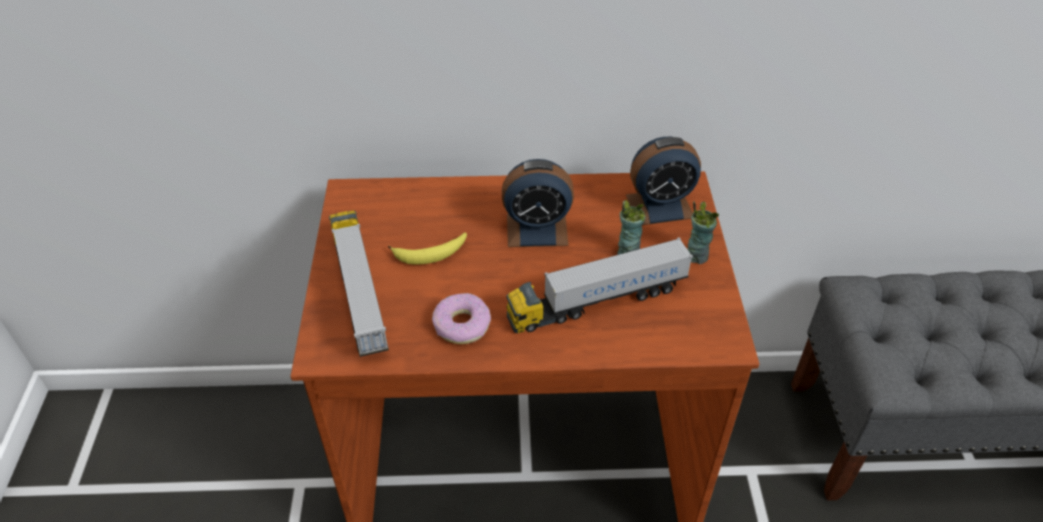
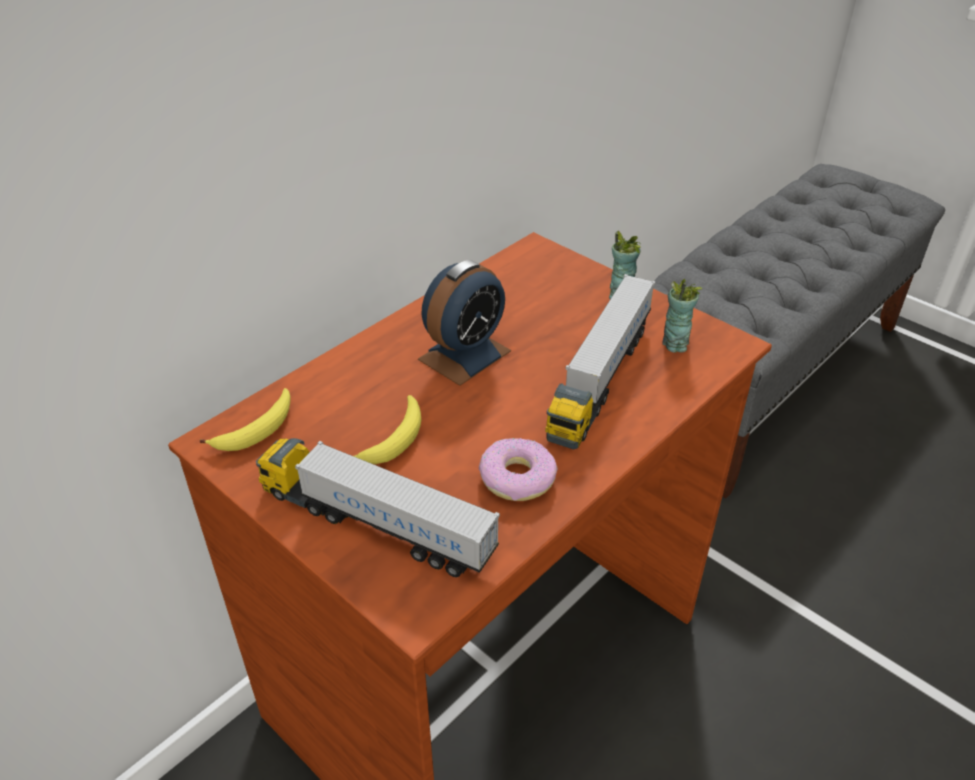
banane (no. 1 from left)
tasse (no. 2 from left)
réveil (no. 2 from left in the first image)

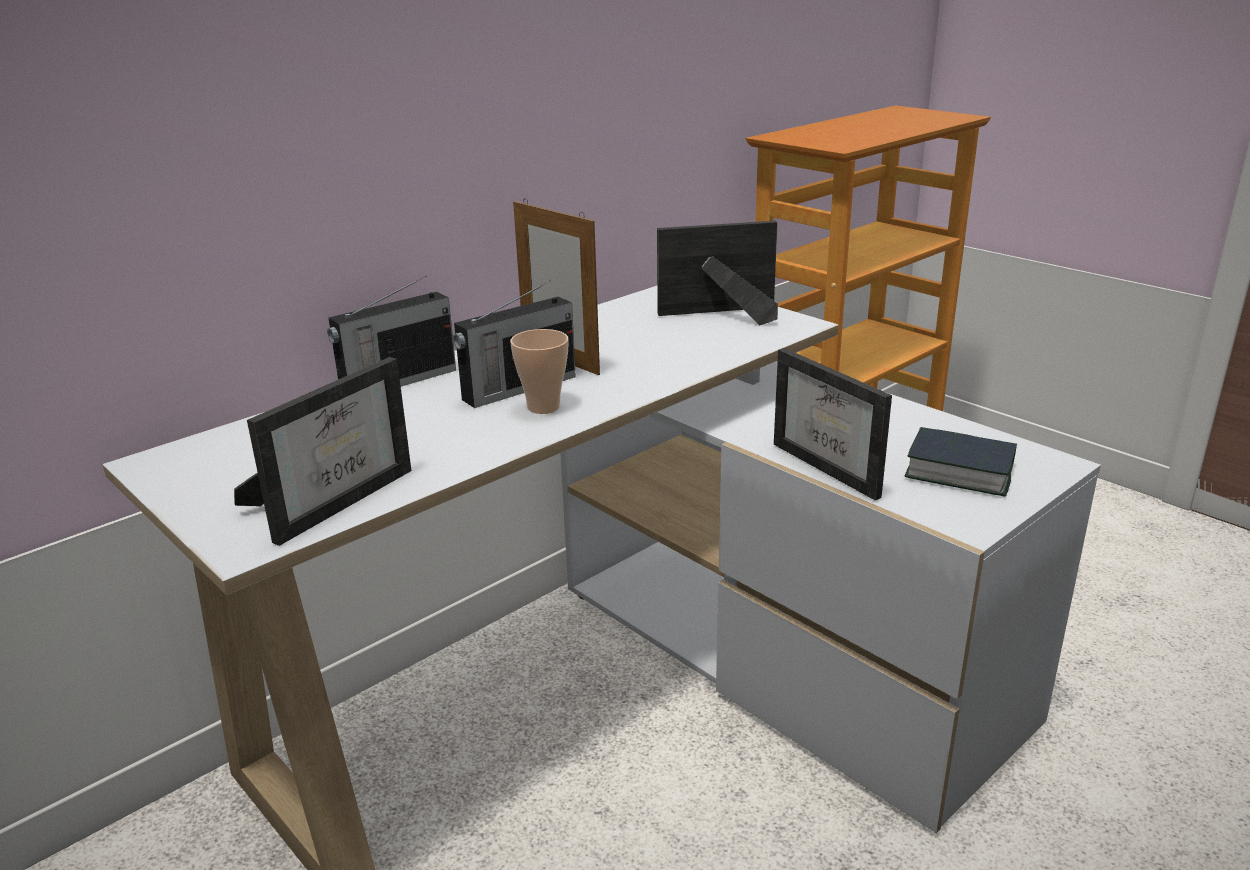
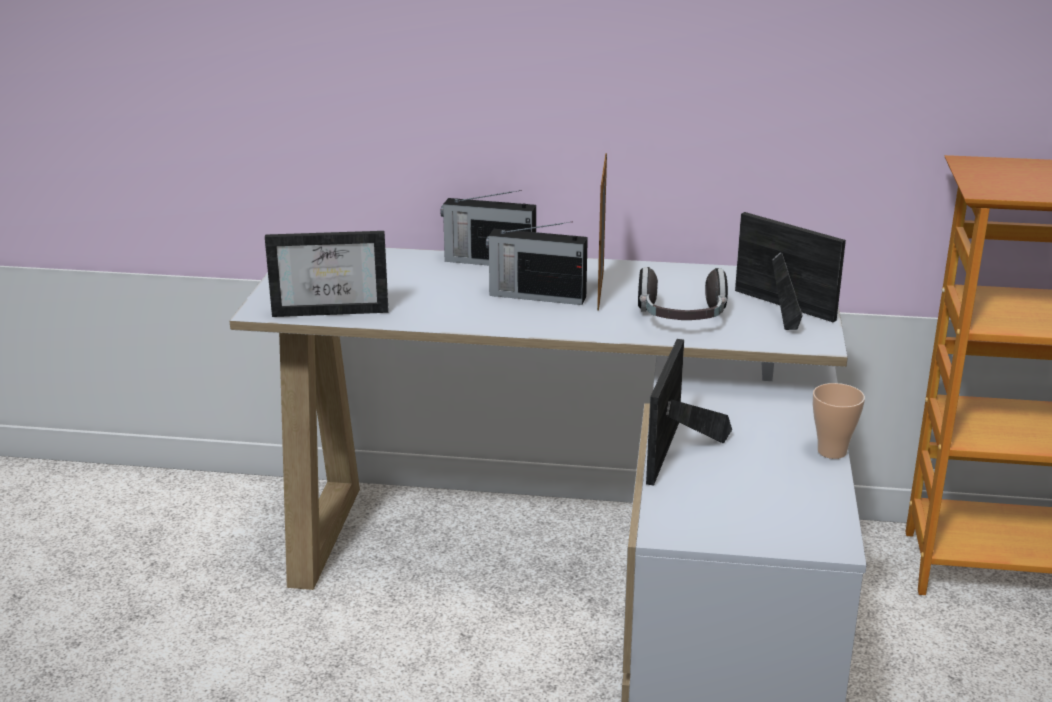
casque audio
tasse
livre

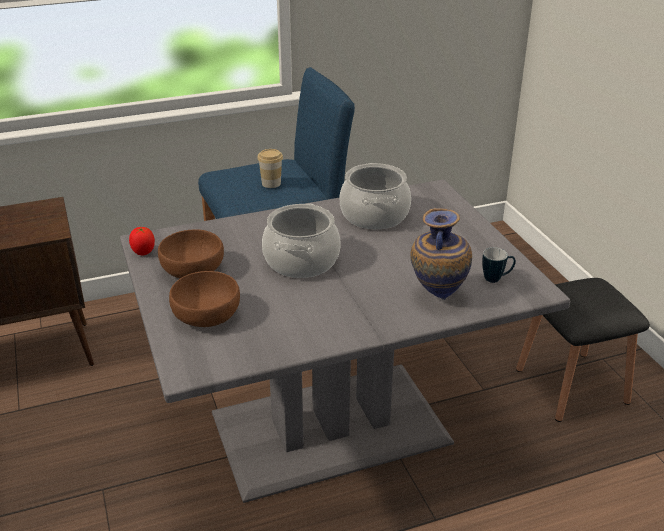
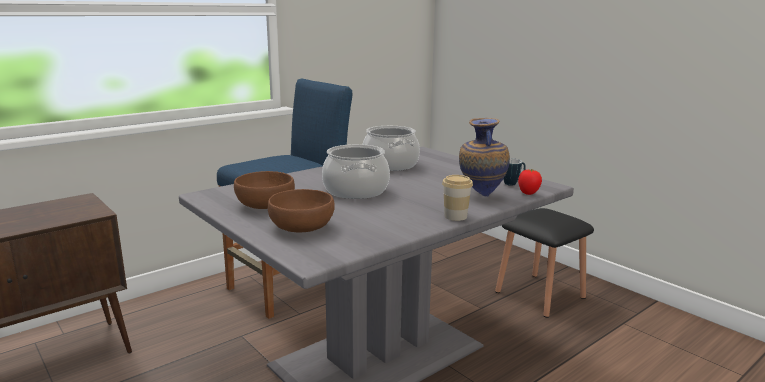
tasse
tomate

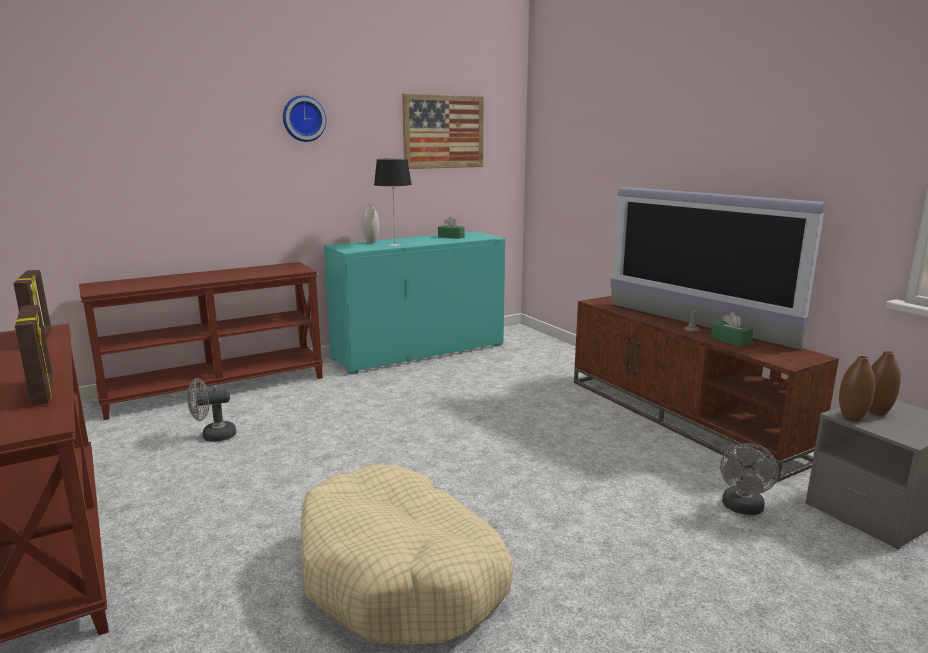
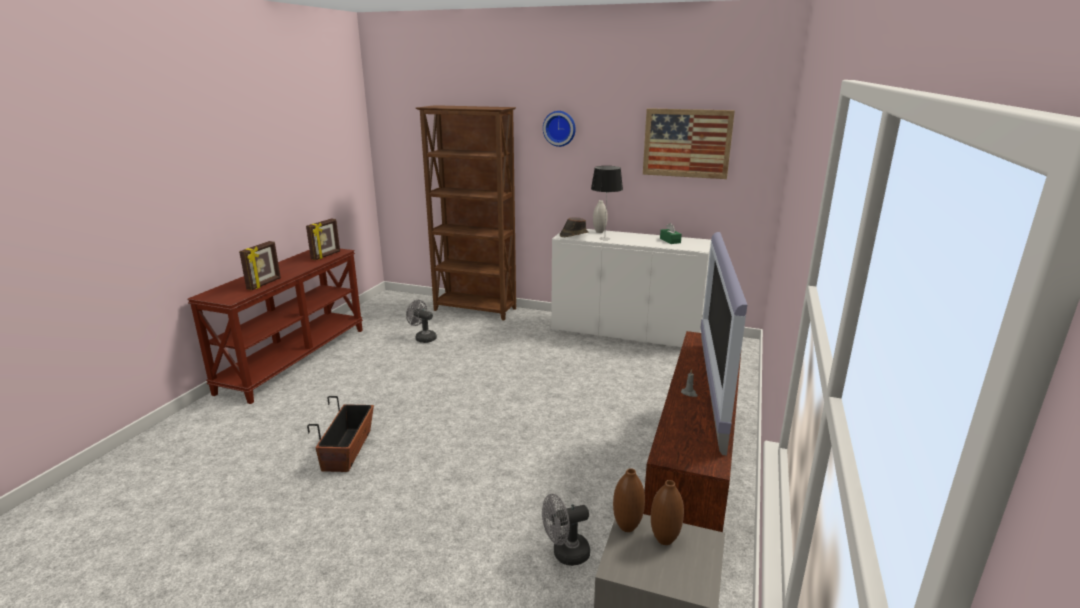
cache-pot
bibliothèque (marron)
meuble de rangement (blanc)
chapeau (marron)
boîte à mouchoirs (vert) (no. 2 from left in the first image)

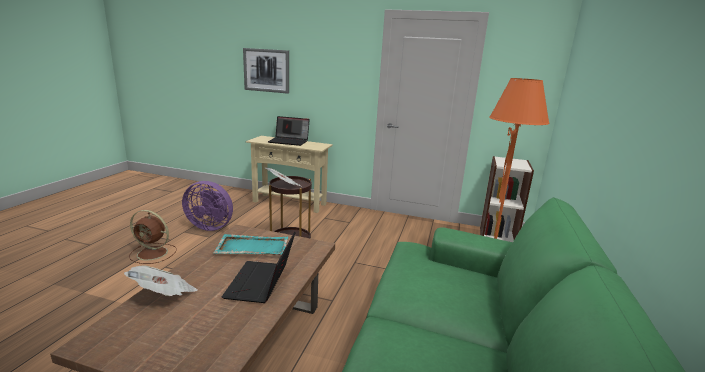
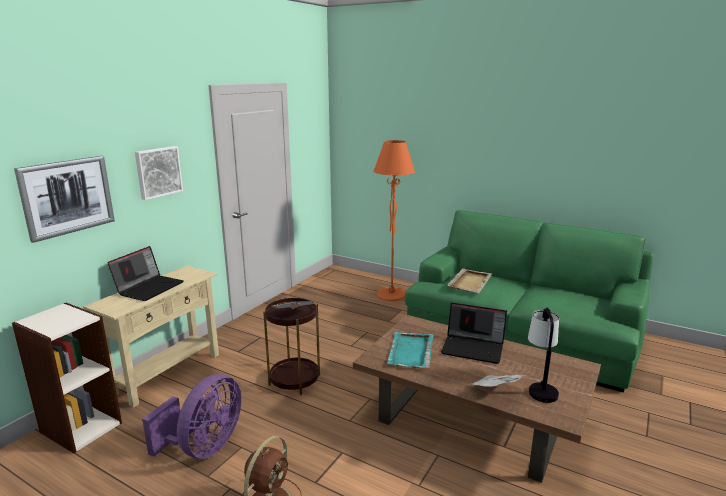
bibliothèque
tableau (no. 2 from left)
plateau (beige)
lampe de table

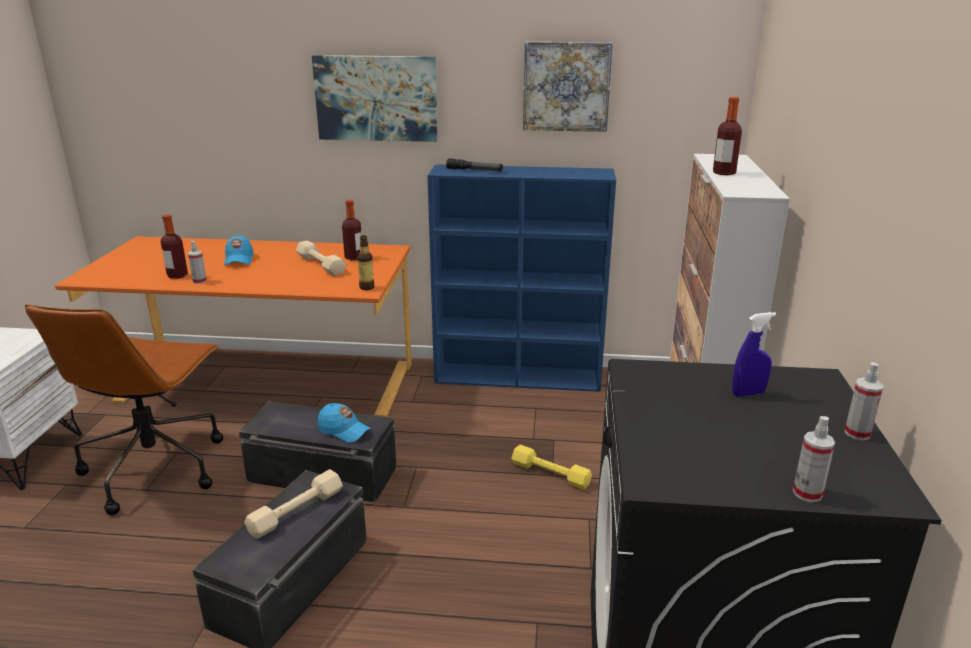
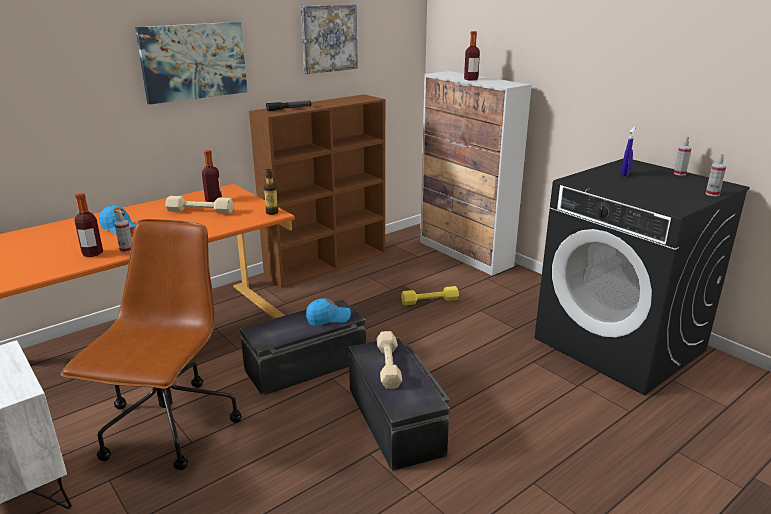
chaise de bureau (marron)
bibliothèque (marron)

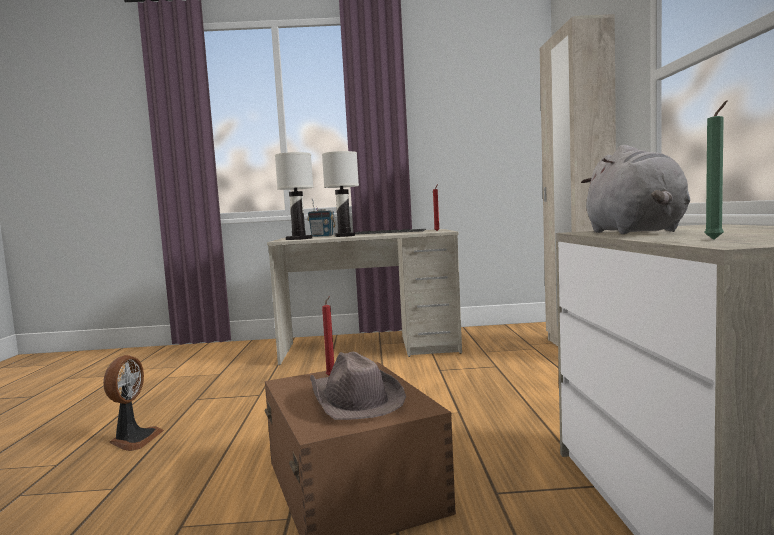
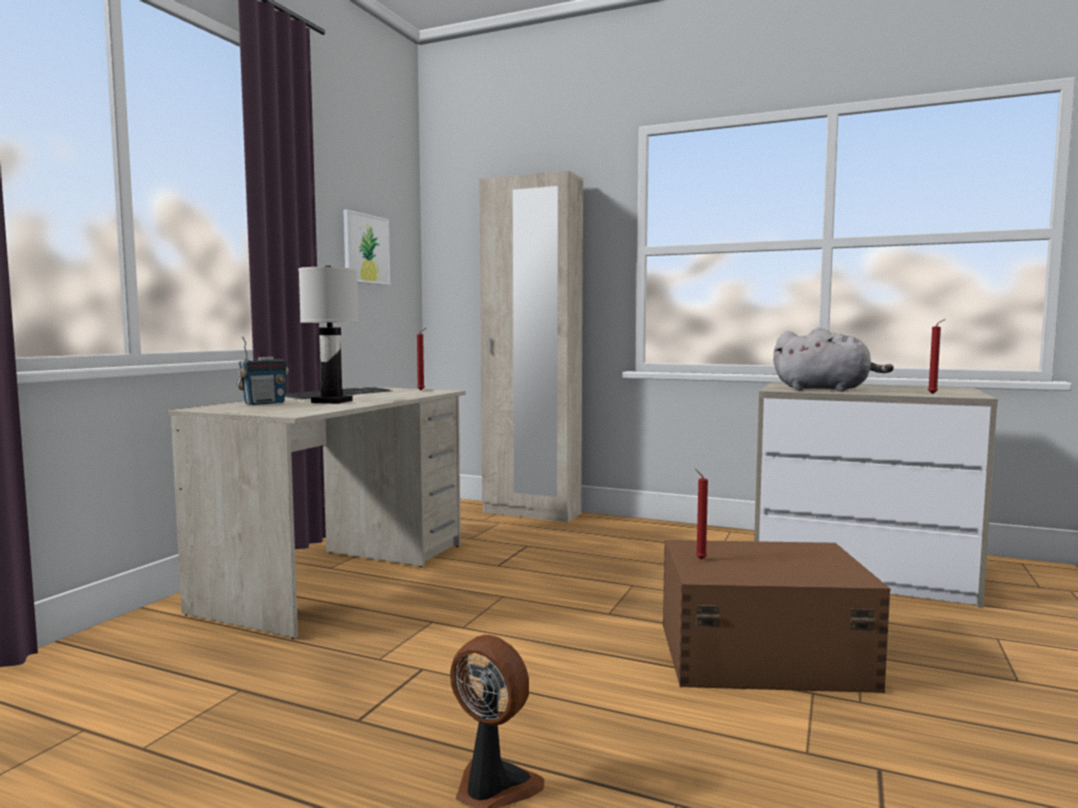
tableau
bougie (rouge) (no. 3 from left)
lampe de table (blanc) (no. 1 from left in the first image)
chapeau (marron)

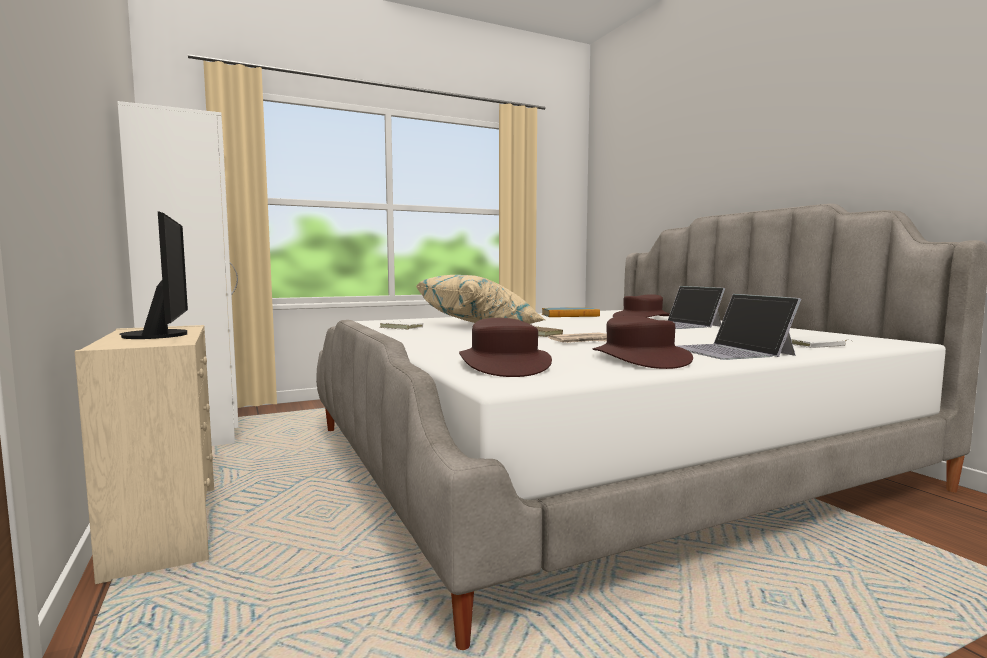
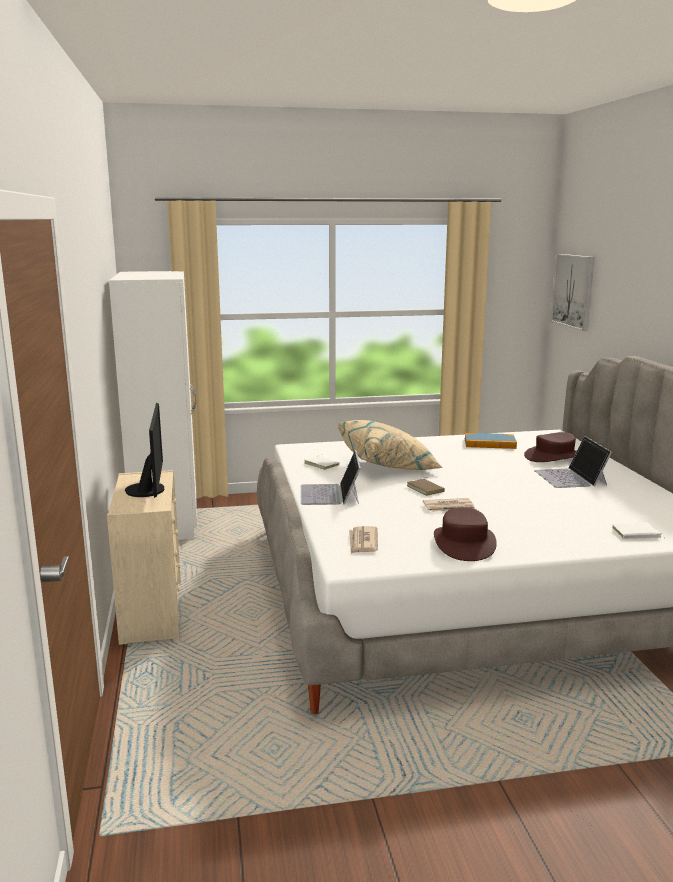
ordinateur portable (no. 1 from left)
journal (no. 1 from left)
tableau

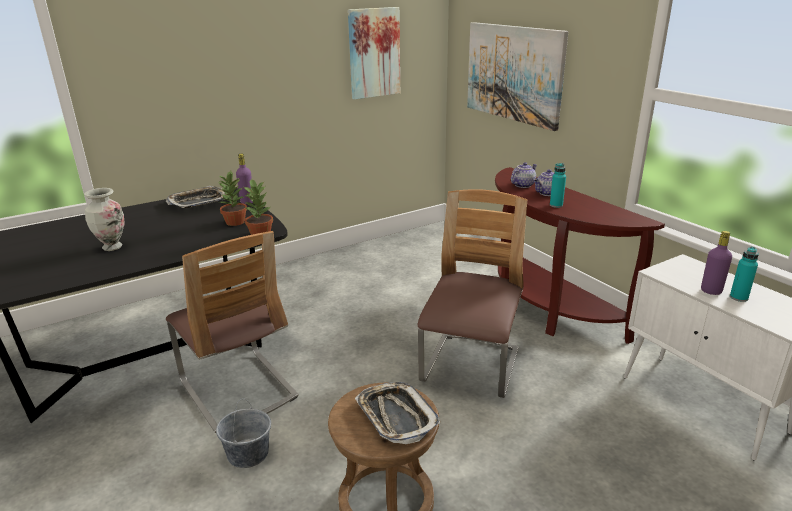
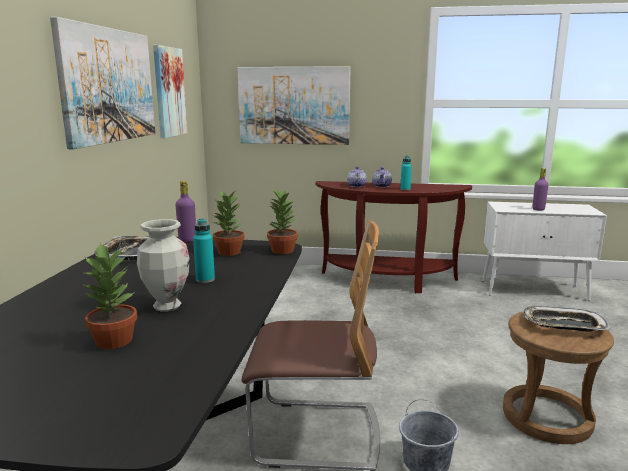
tableau (no. 1 from left)
plante en pot (no. 1 from left)
bouteille (turquoise) (no. 1 from left)
chaise (no. 2 from left in the first image)

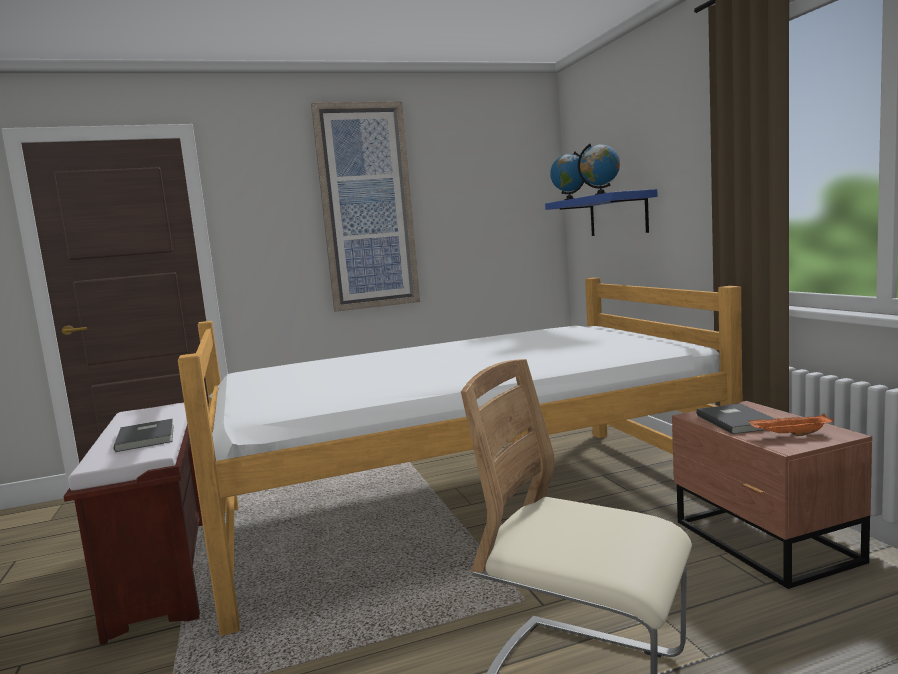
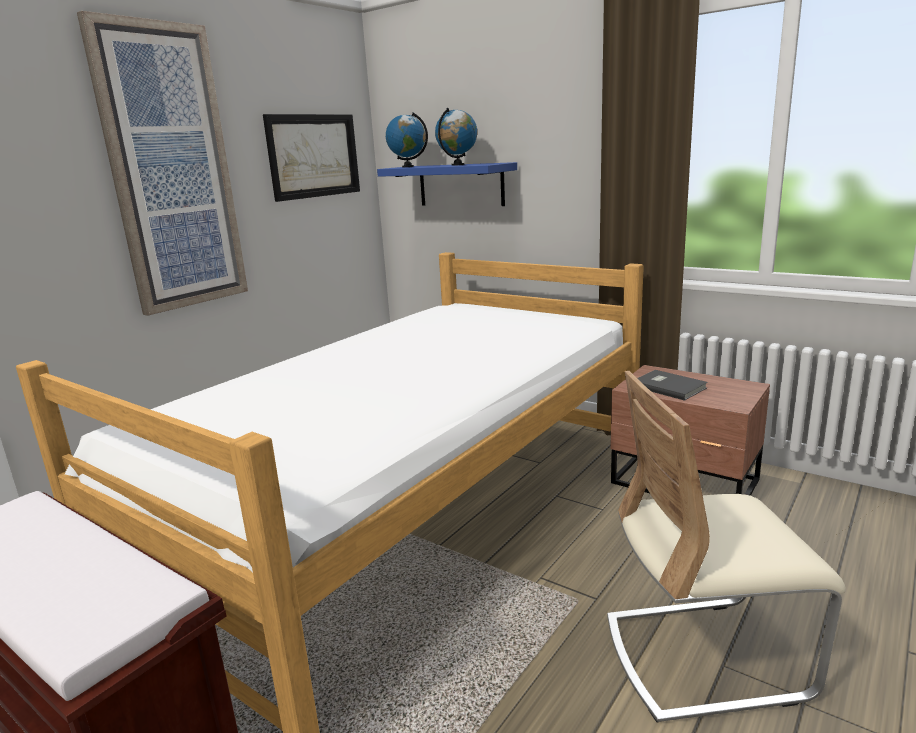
tableau (no. 2 from left)
livre (gris) (no. 1 from left in the first image)
plateau (orange)

